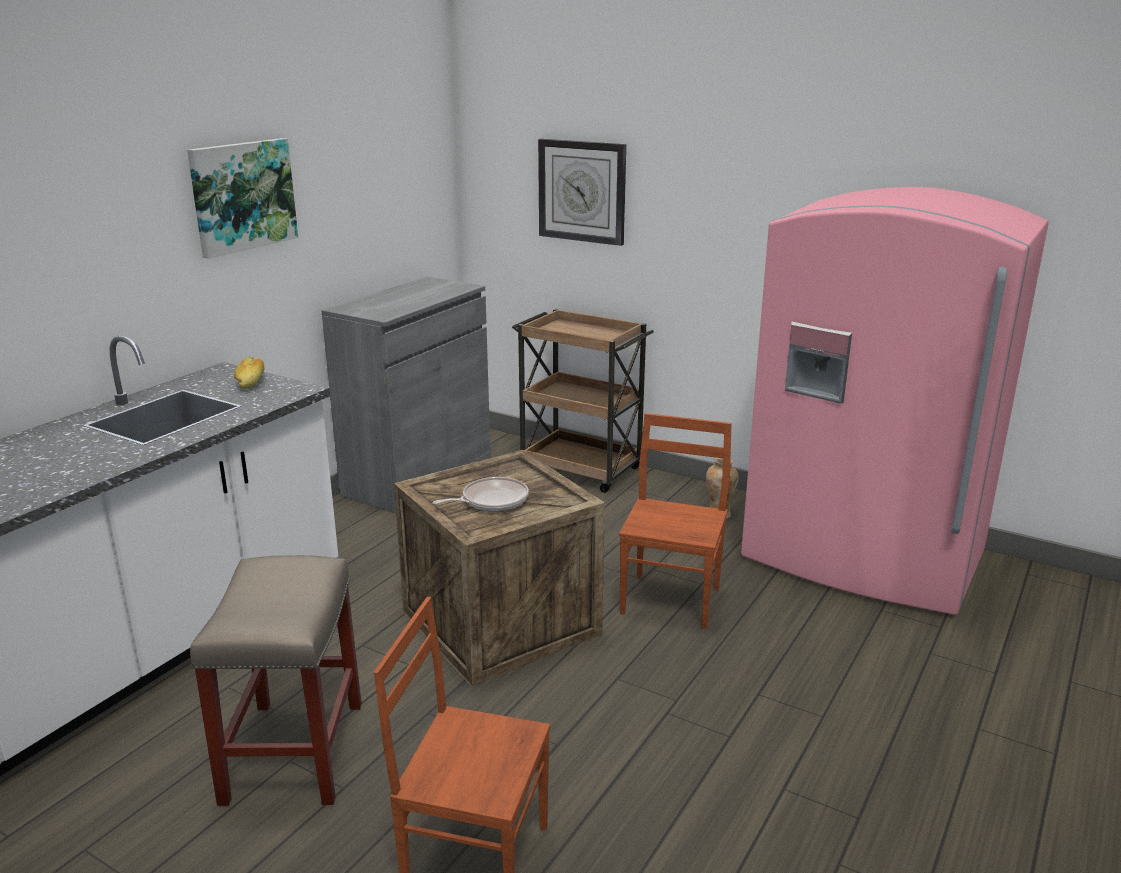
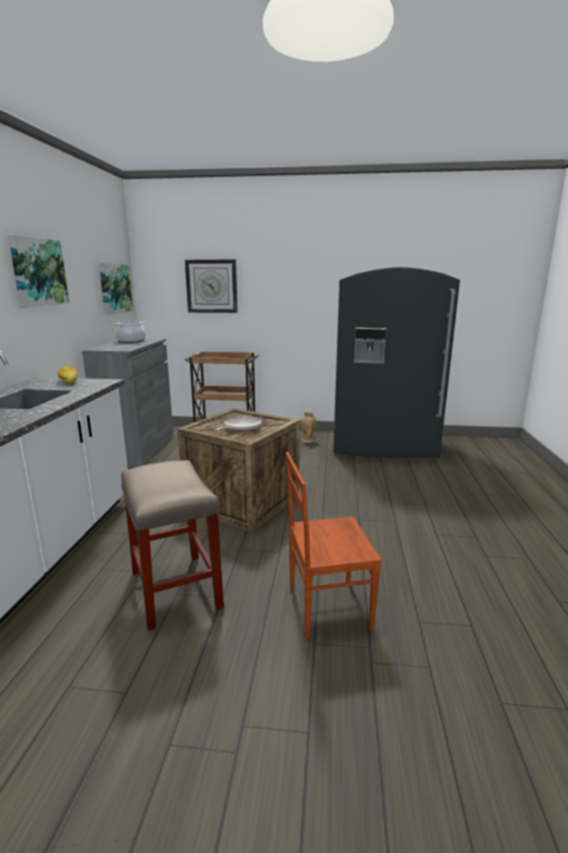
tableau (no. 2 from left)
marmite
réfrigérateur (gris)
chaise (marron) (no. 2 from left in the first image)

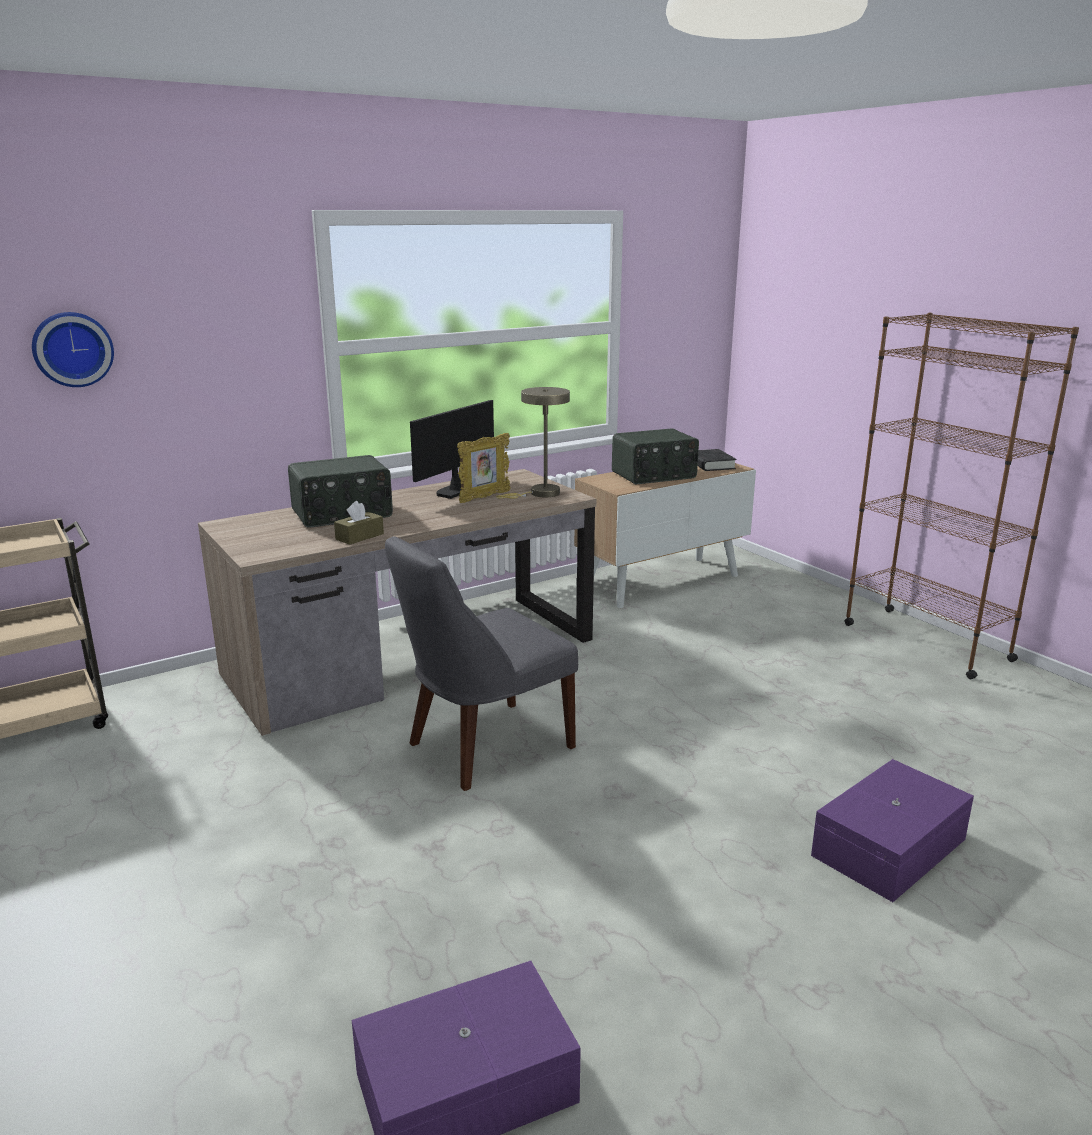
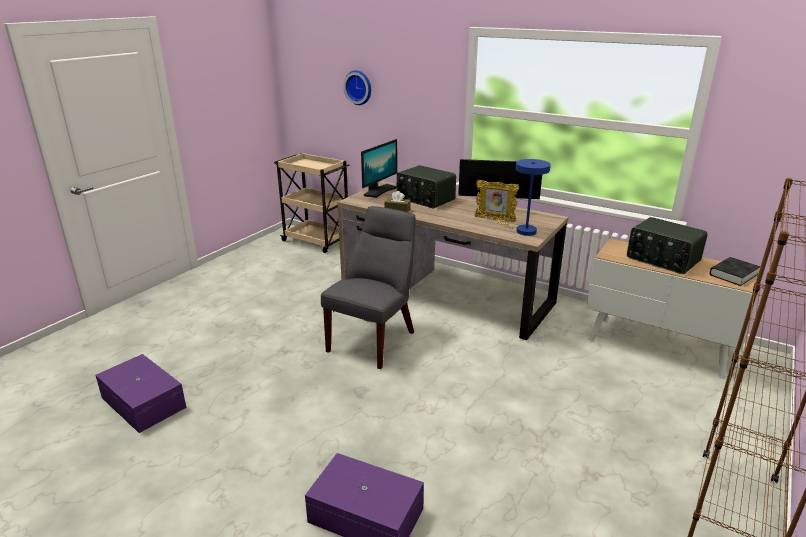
chaise (gris)
écran d'ordinateur (no. 1 from left)
lampe de table (bleu)

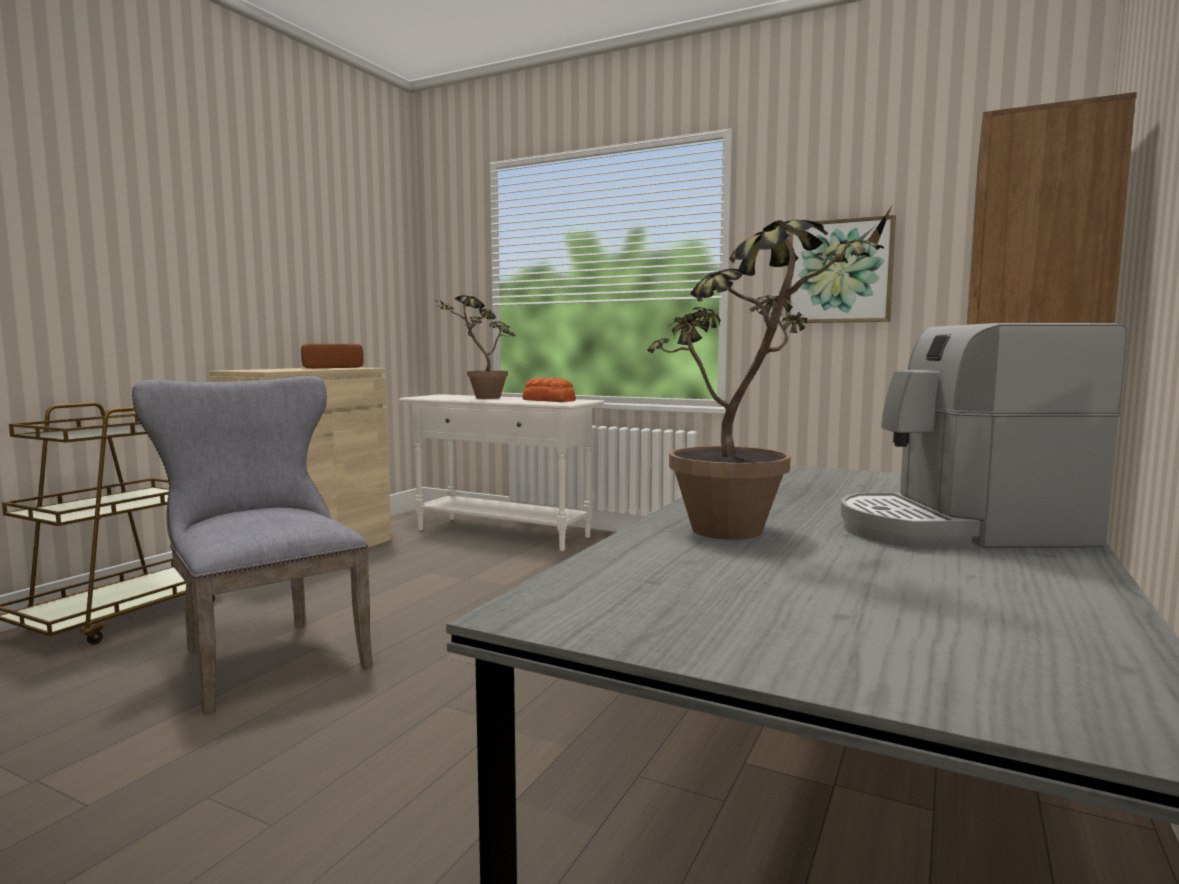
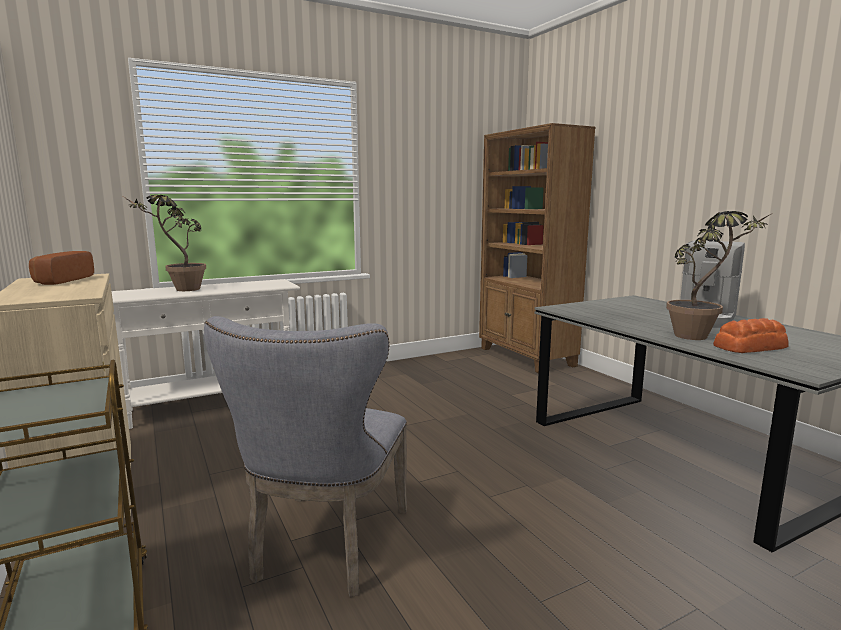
chaise (gris)
pain (no. 2 from left)
tableau

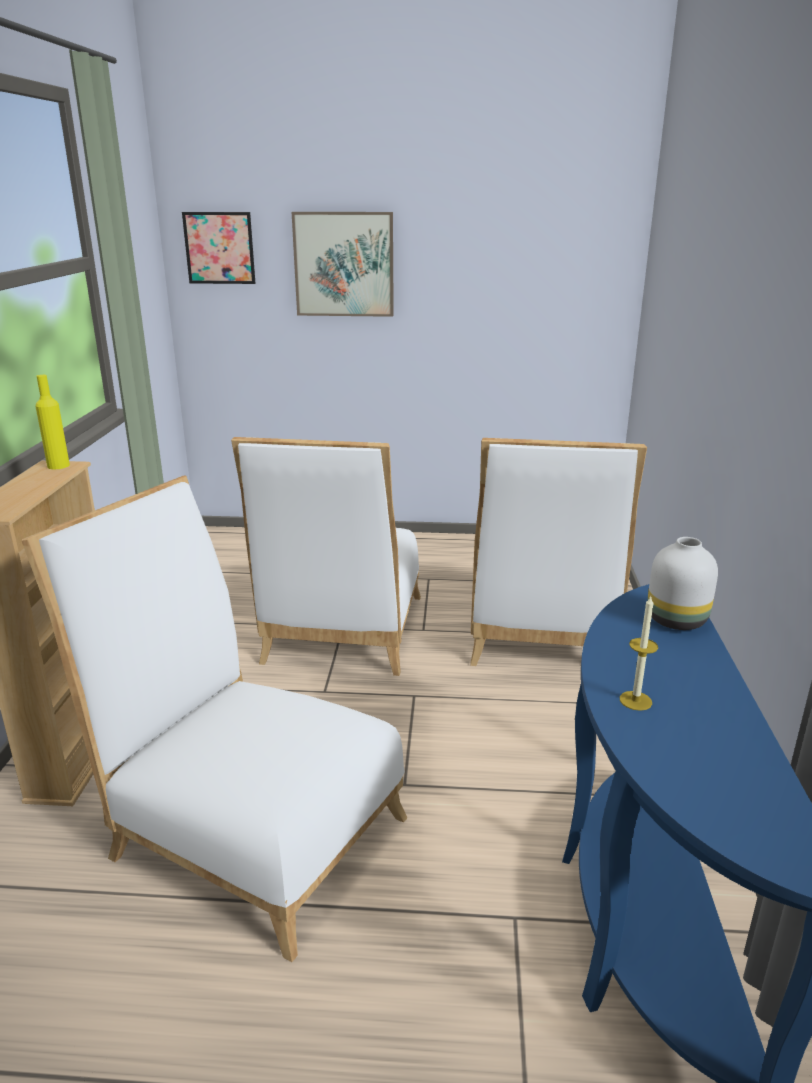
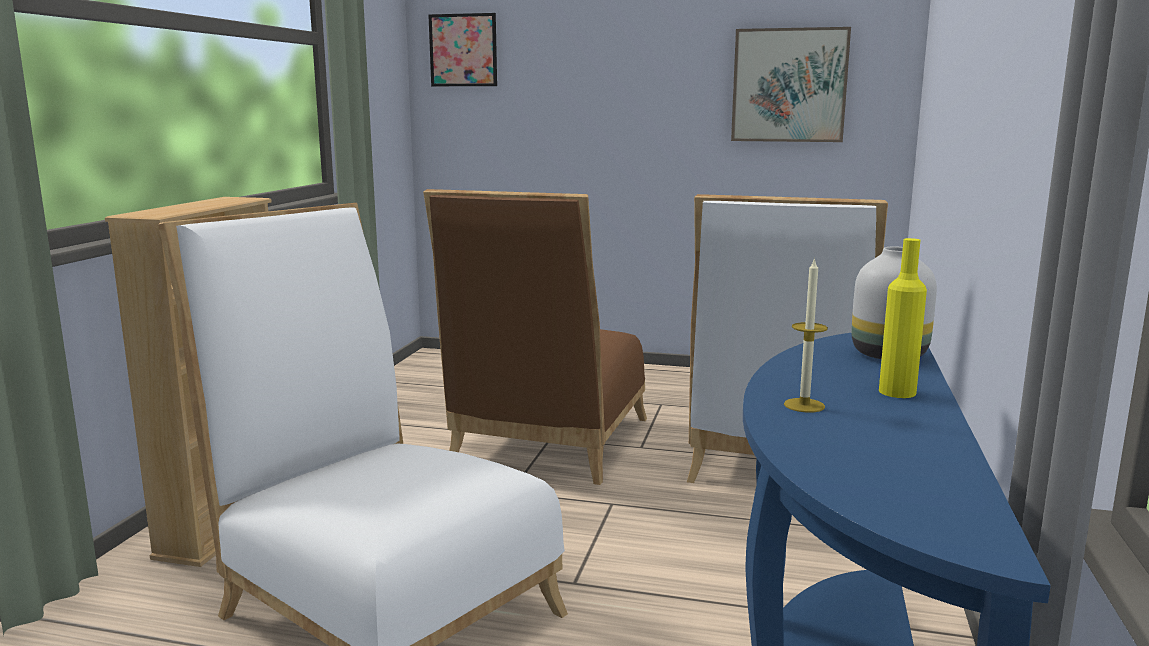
chaise (marron)
tableau (no. 2 from left)
bouteille (jaune)

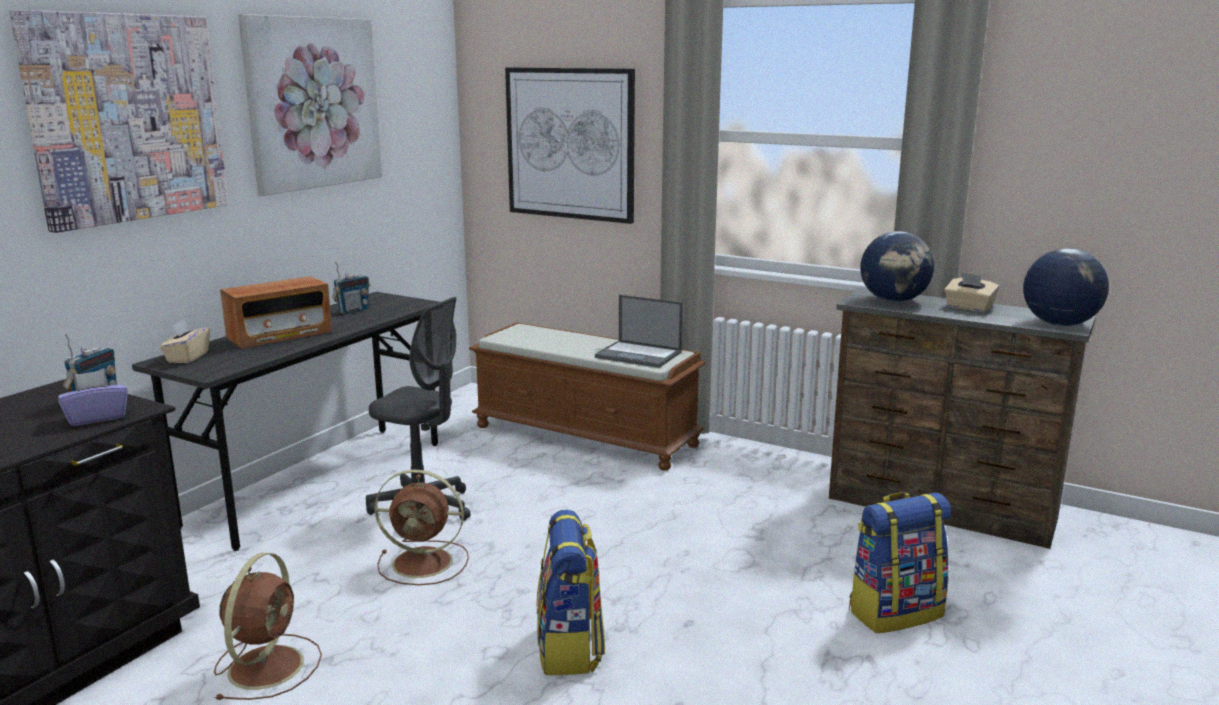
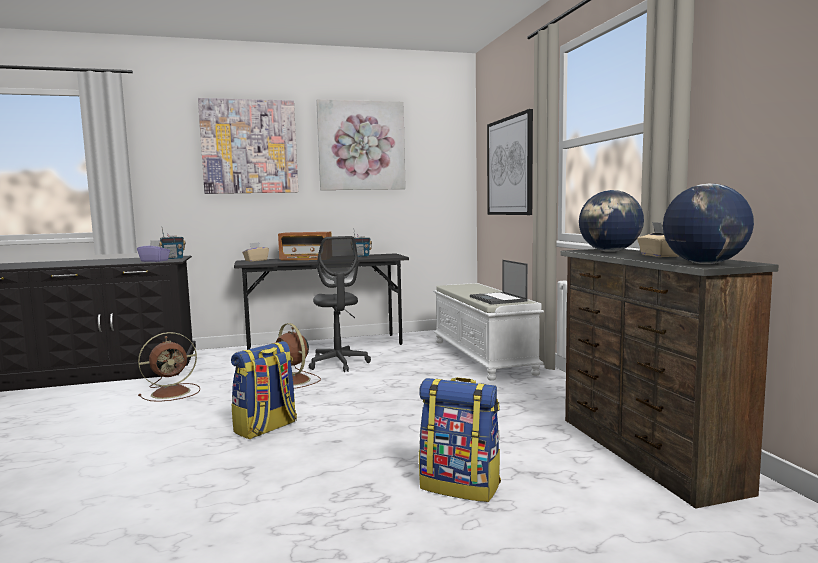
banc (blanc)

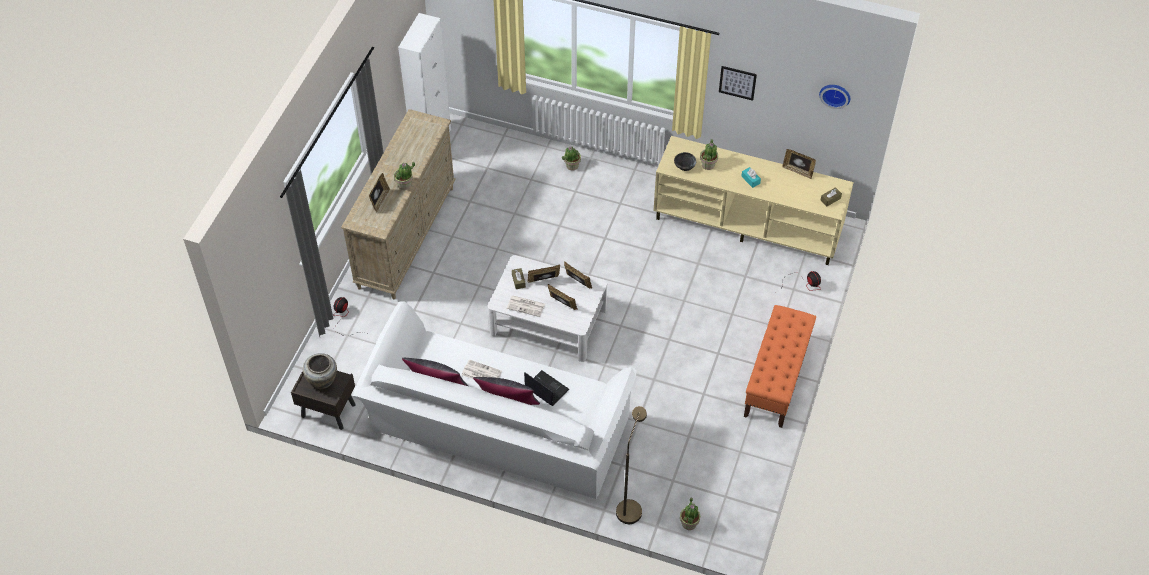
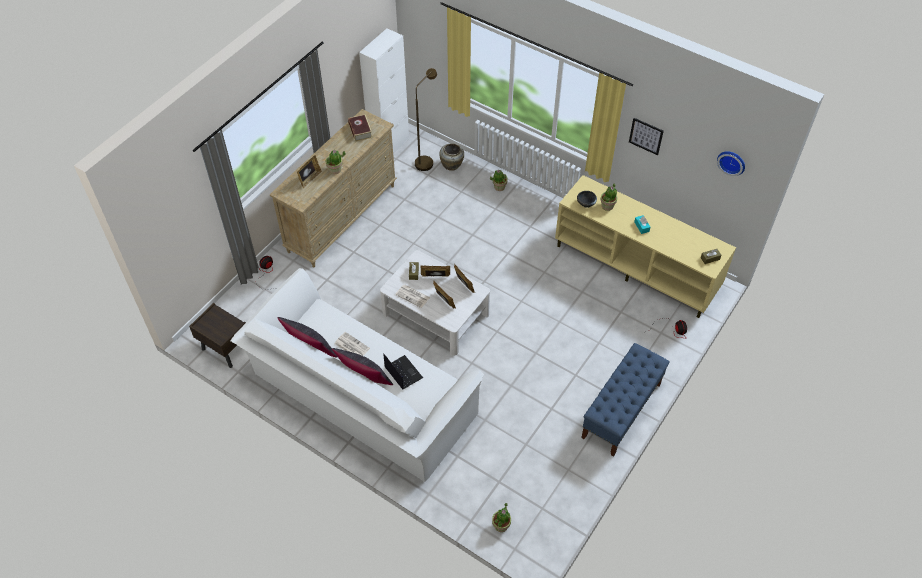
livre
lampadaire (marron)
vase (beige)
banc (bleu)
cadre photo (no. 5 from left in the first image)

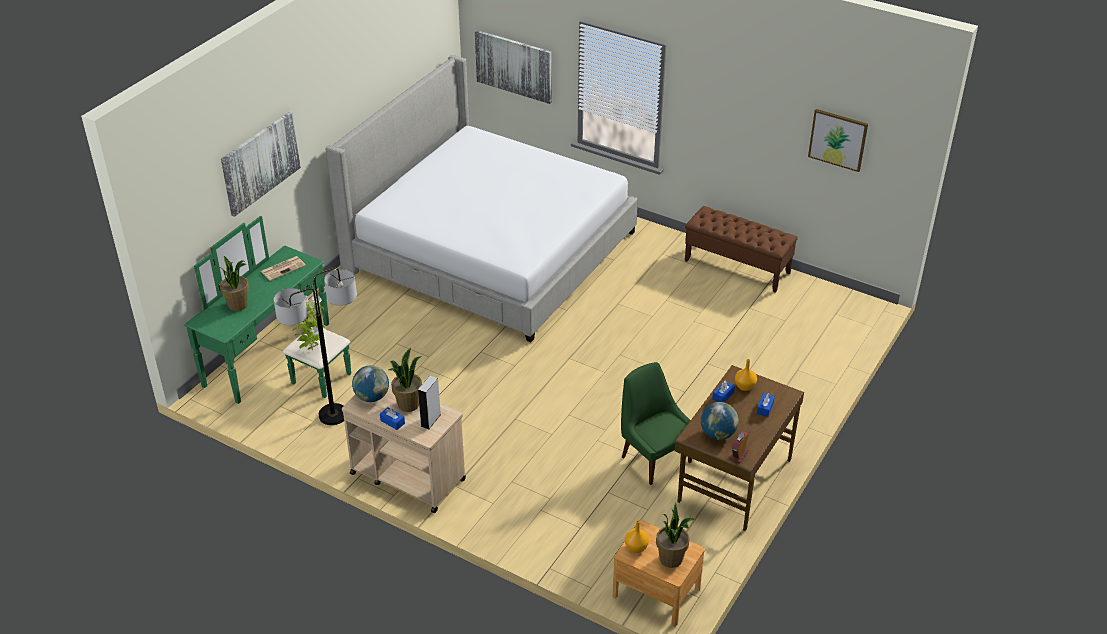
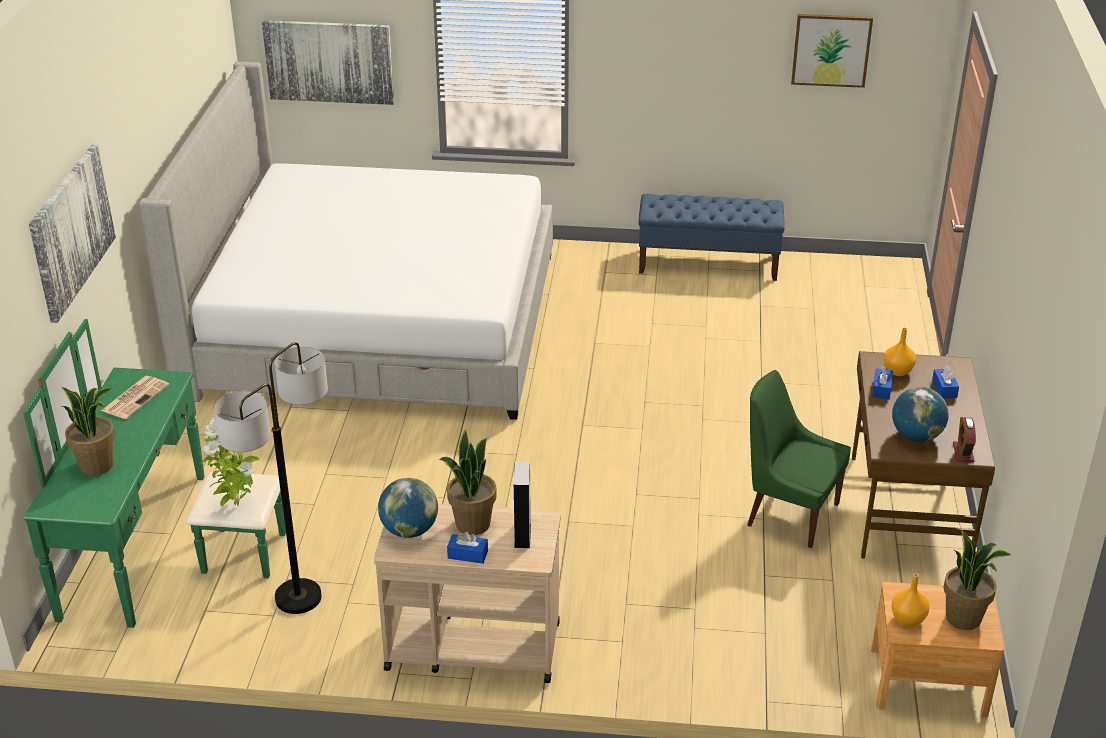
banc (bleu)

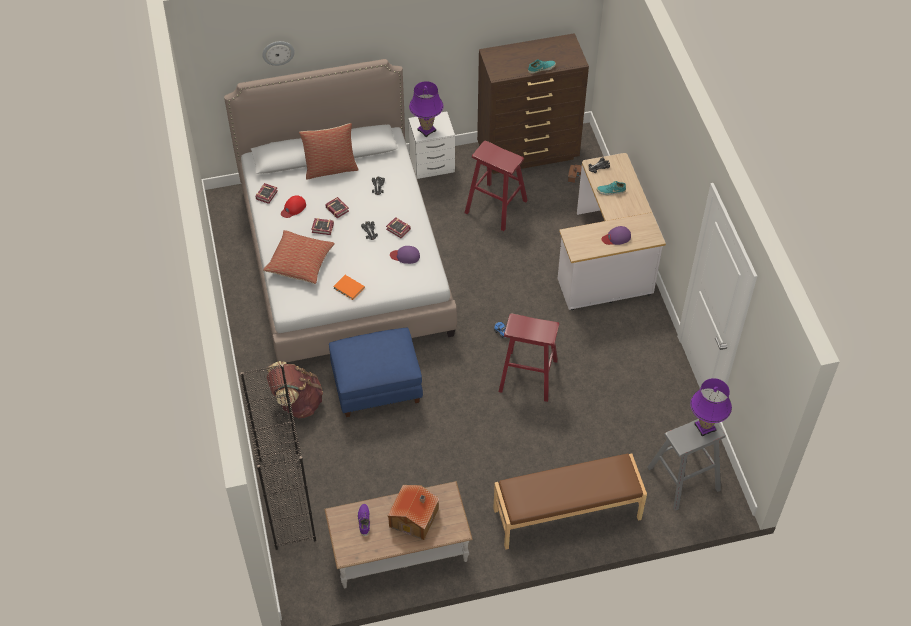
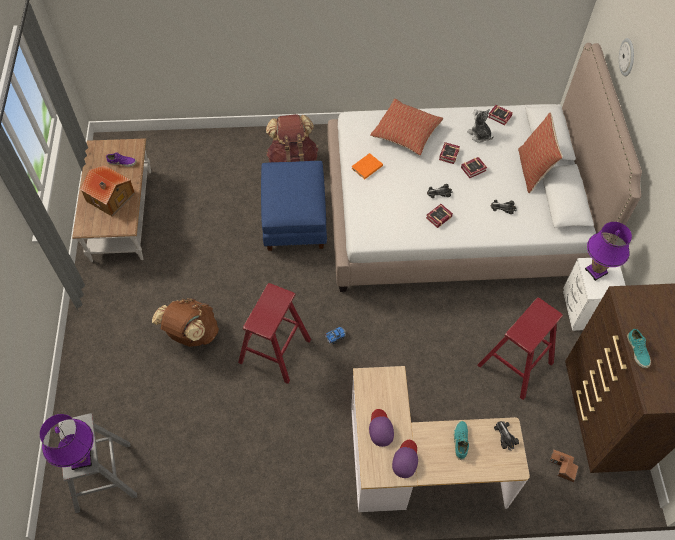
sac à dos (marron) (no. 1 from left)
casquette (violet) (no. 2 from left)
peluche
bibliothèque (noir)
banc (marron)

